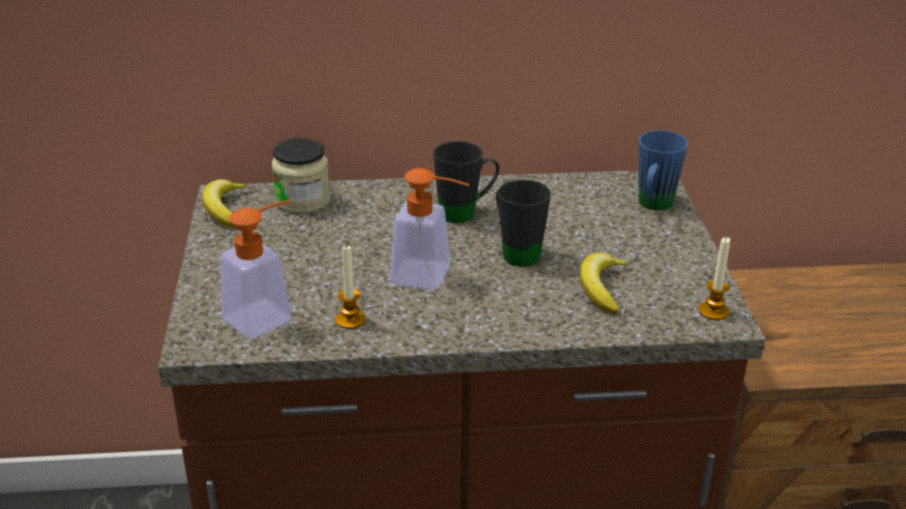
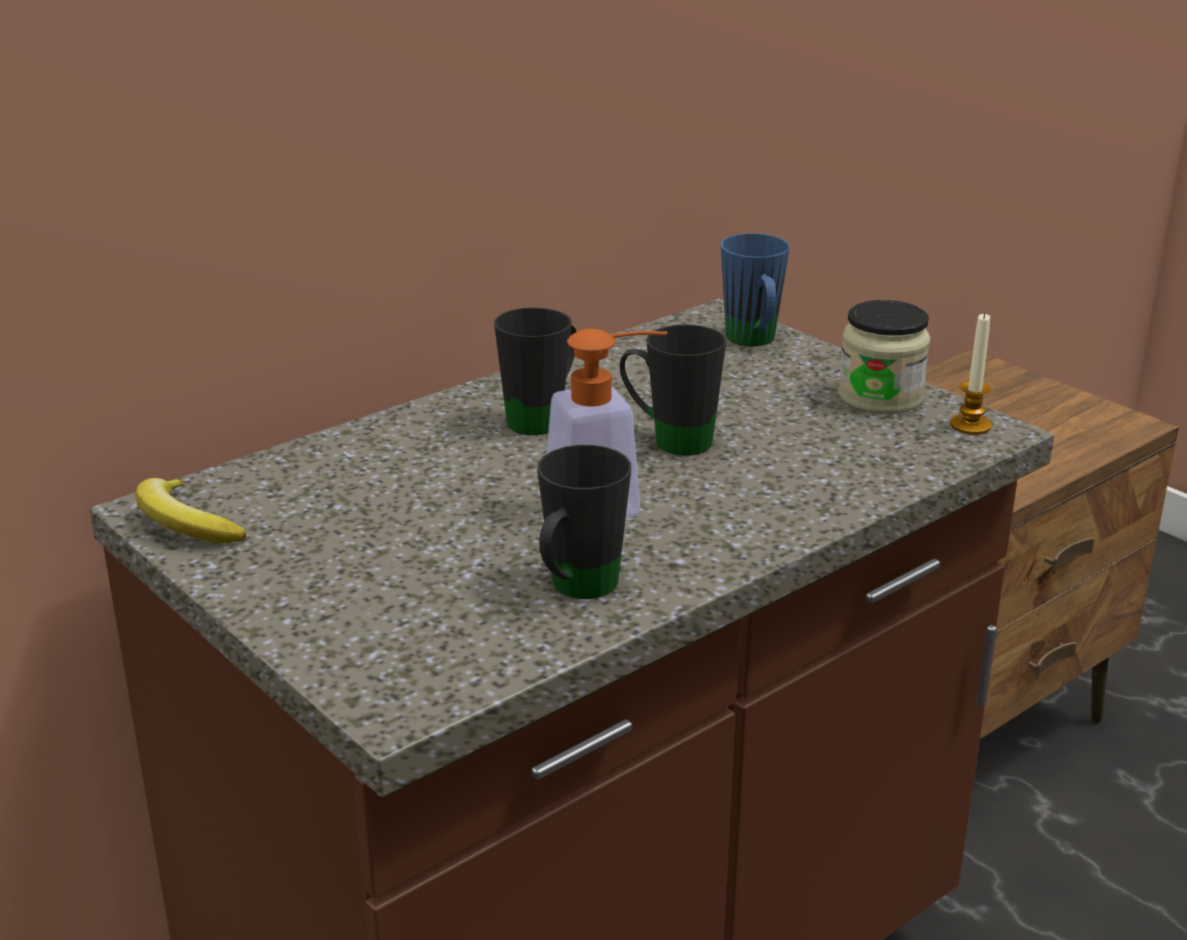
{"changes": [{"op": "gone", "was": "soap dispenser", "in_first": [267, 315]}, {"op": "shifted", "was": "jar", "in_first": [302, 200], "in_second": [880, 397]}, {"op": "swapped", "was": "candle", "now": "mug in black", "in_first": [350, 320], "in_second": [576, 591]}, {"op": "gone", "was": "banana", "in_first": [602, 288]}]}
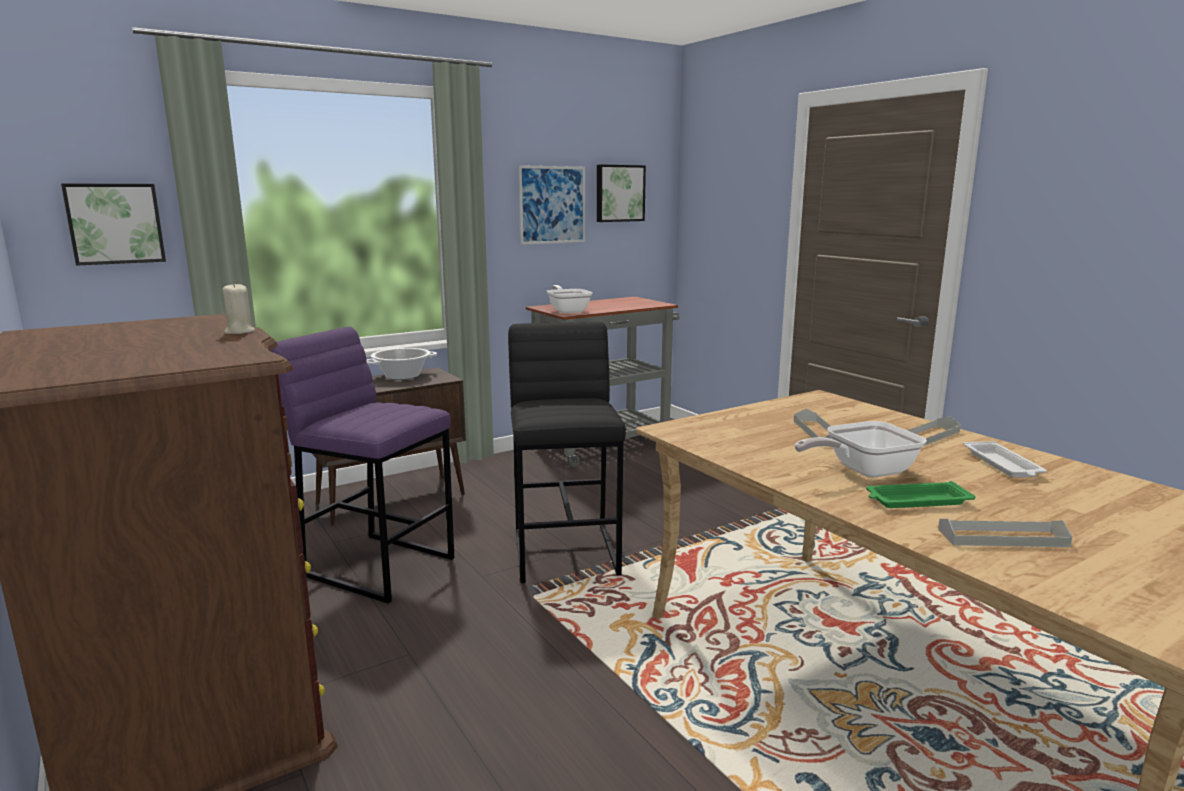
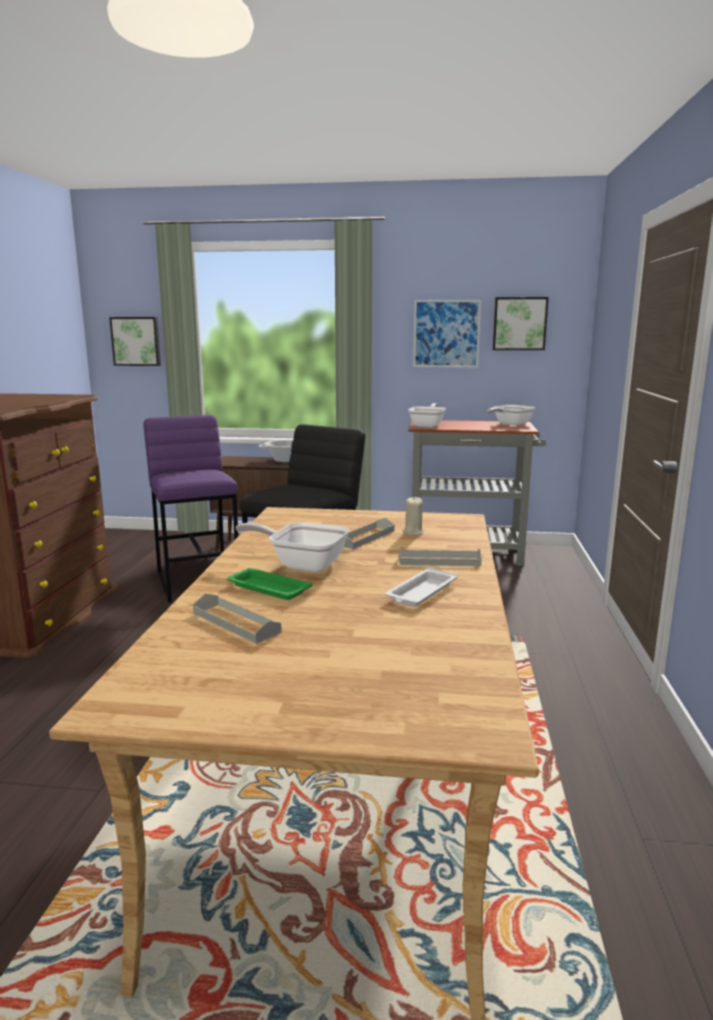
{"changes": [{"op": "shifted", "was": "candle in beige", "in_first": [239, 332], "in_second": [412, 532]}, {"op": "new", "now": "frying pan", "in_second": [510, 424]}]}
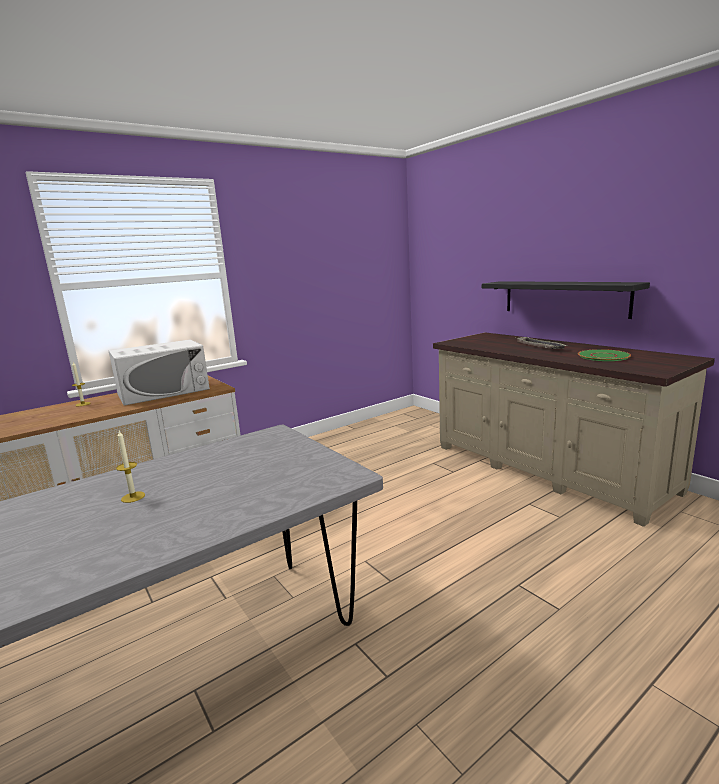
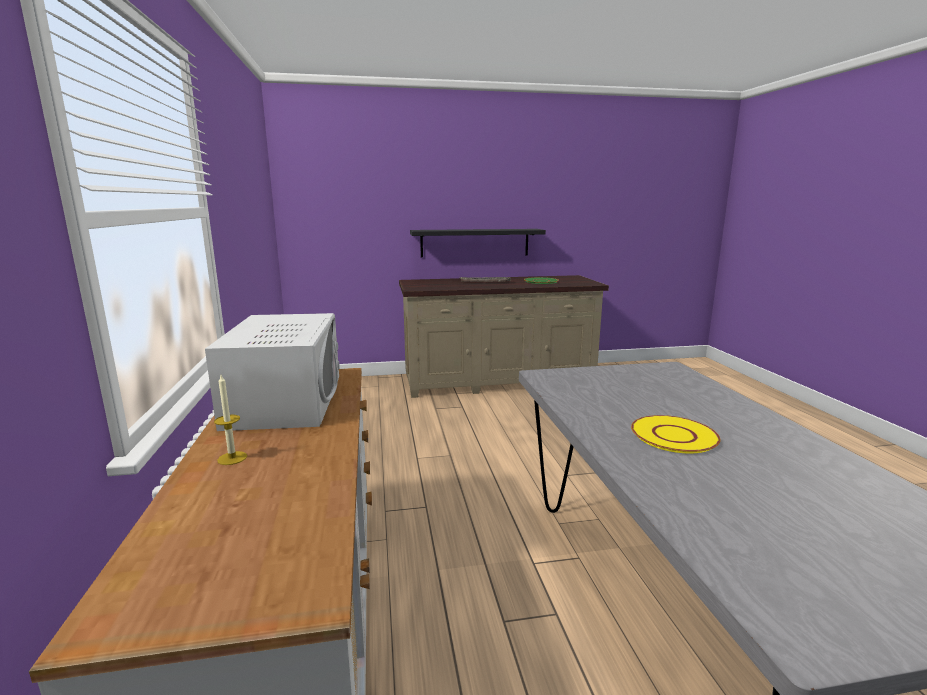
{"changes": [{"op": "swapped", "was": "candle", "now": "plate in yellow", "in_first": [133, 497], "in_second": [673, 435]}]}
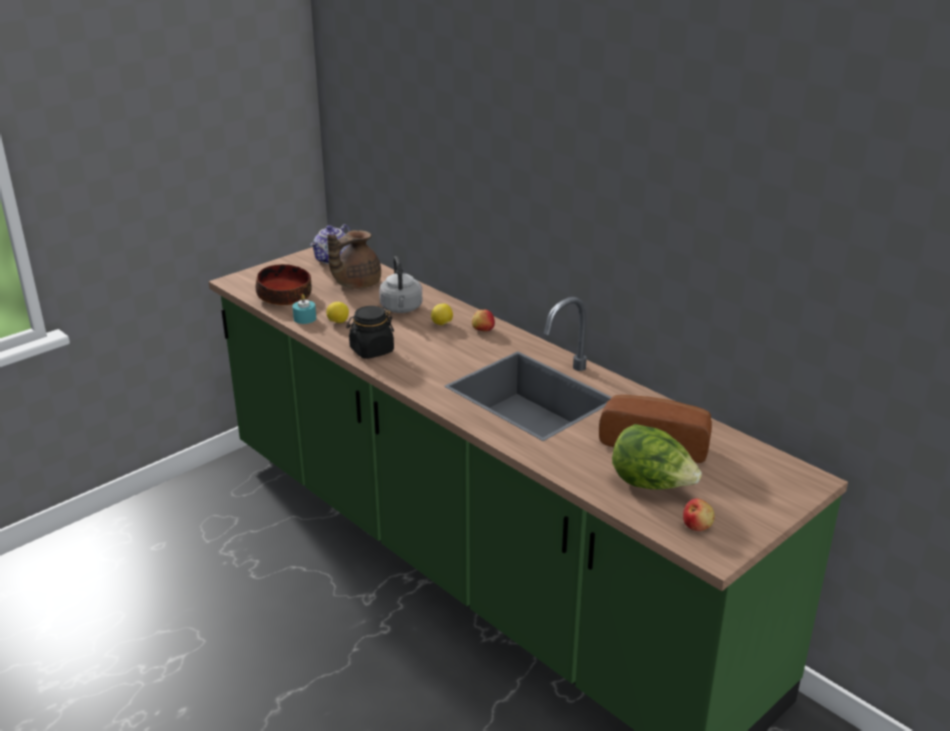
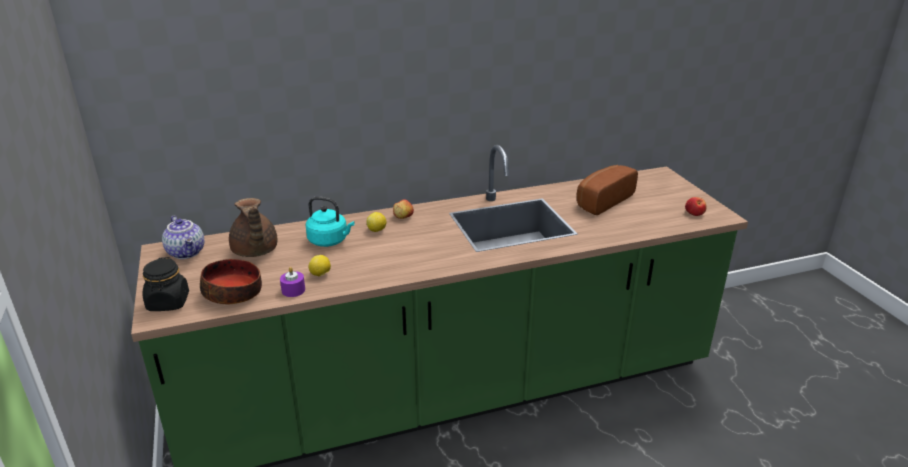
{"changes": [{"op": "repainted", "was": "candle in turquoise", "now": "candle in purple", "in_first": [305, 318], "in_second": [293, 290]}, {"op": "shifted", "was": "jar in black", "in_first": [371, 350], "in_second": [168, 302]}, {"op": "repainted", "was": "kettle in grey", "now": "kettle in turquoise", "in_first": [401, 309], "in_second": [330, 241]}, {"op": "gone", "was": "lettuce", "in_first": [651, 485]}]}
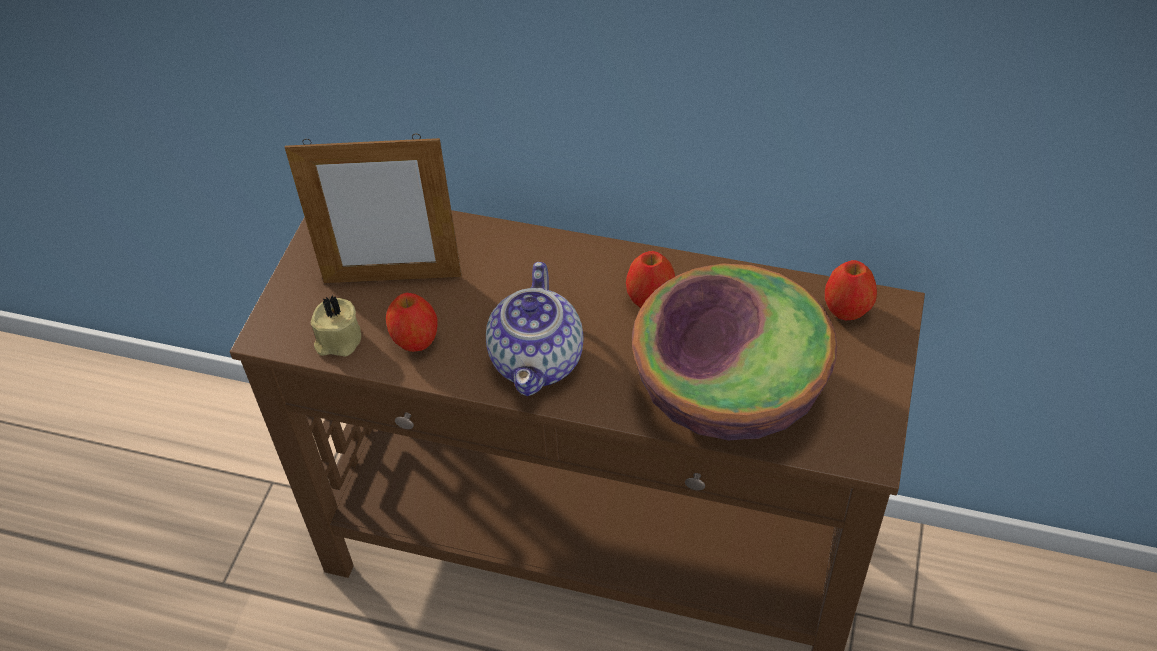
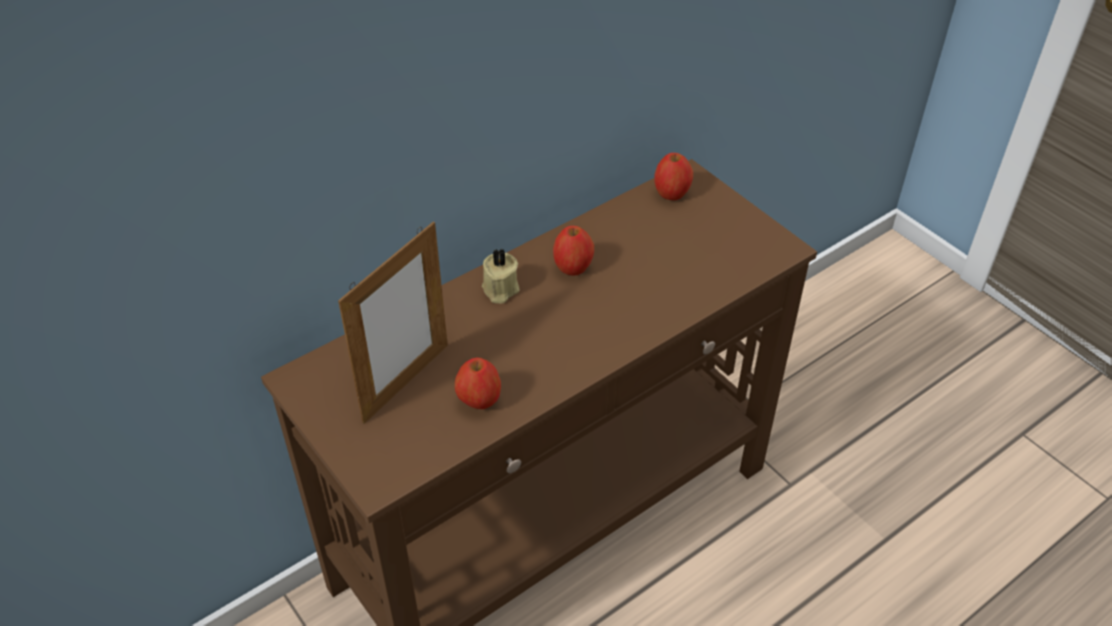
{"changes": [{"op": "shifted", "was": "candle in beige", "in_first": [338, 340], "in_second": [499, 290]}, {"op": "gone", "was": "teapot", "in_first": [539, 362]}, {"op": "gone", "was": "bowl", "in_first": [729, 390]}]}
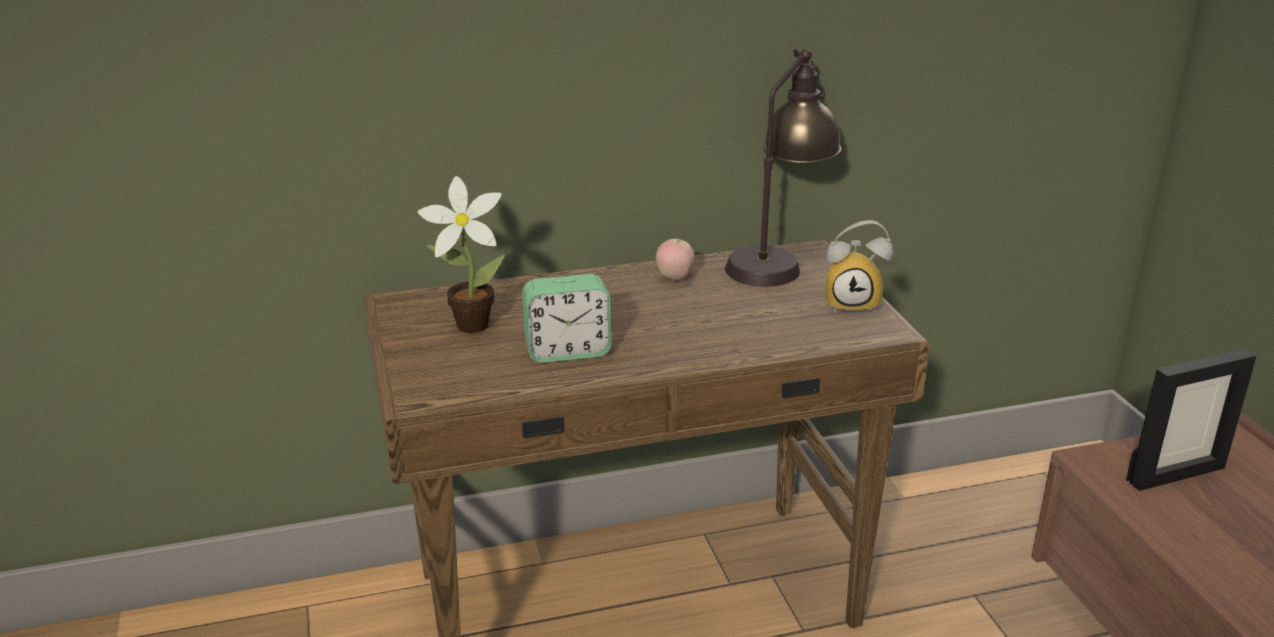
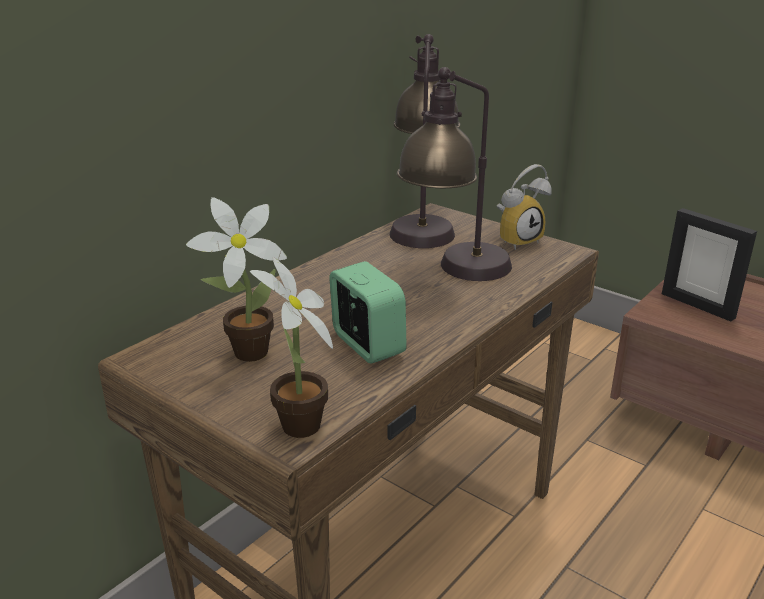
{"changes": [{"op": "rotated", "was": "alarm clock", "in_first": [567, 351], "in_second": [367, 345], "clockwise": -75}, {"op": "gone", "was": "apple", "in_first": [674, 278]}, {"op": "rotated", "was": "picture frame", "in_first": [1175, 474], "in_second": [698, 305], "clockwise": 105}, {"op": "new", "now": "potted plant", "in_second": [298, 430]}, {"op": "new", "now": "table lamp", "in_second": [455, 273]}]}
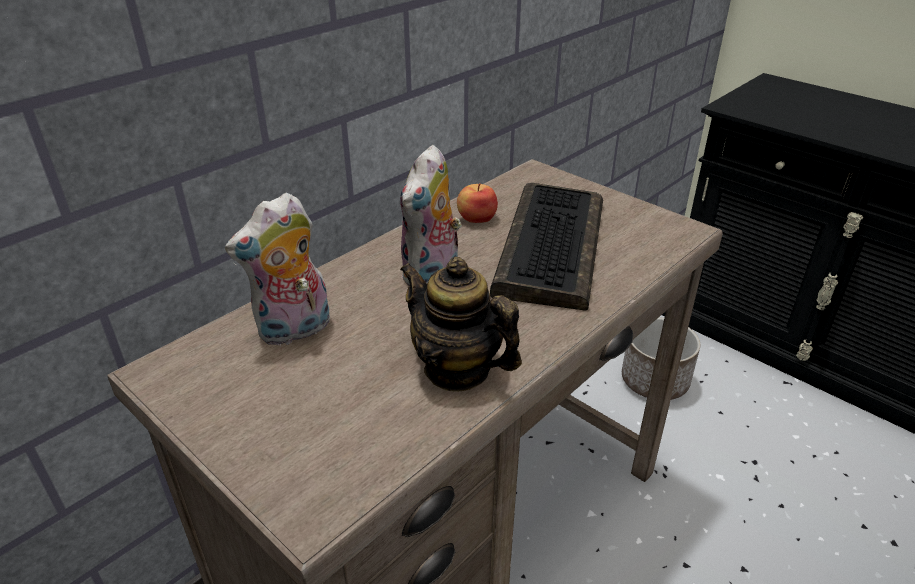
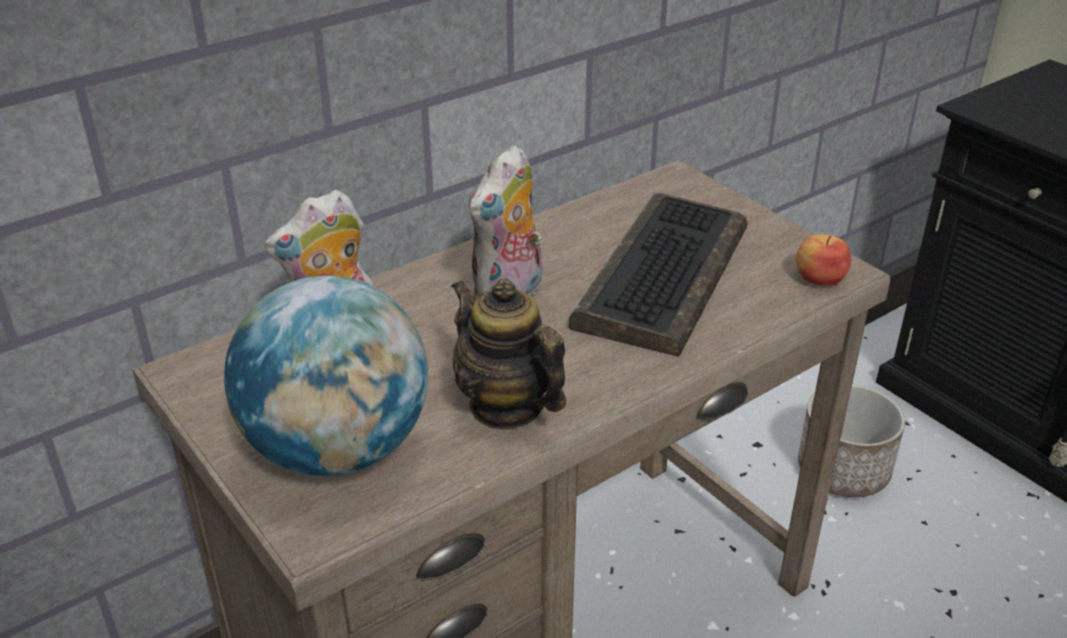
{"changes": [{"op": "shifted", "was": "apple", "in_first": [476, 218], "in_second": [819, 278]}, {"op": "new", "now": "globe", "in_second": [337, 450]}]}
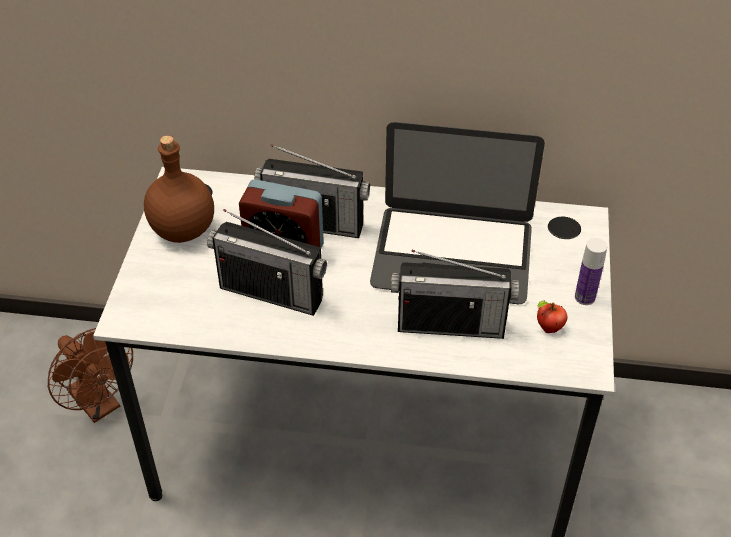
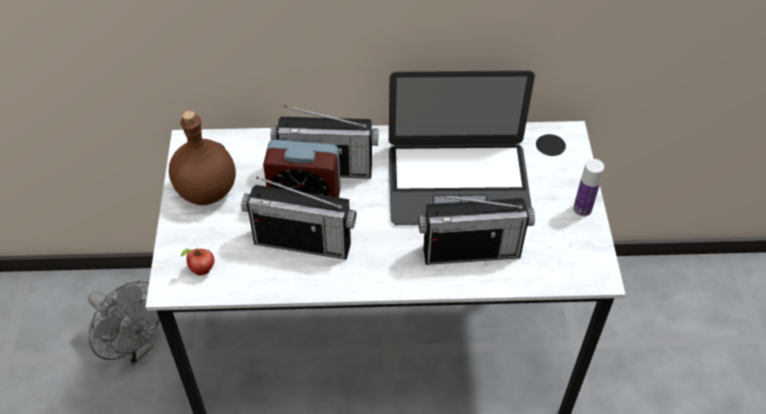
{"changes": [{"op": "repainted", "was": "fan in brown", "now": "fan in grey", "in_first": [99, 405], "in_second": [134, 348]}, {"op": "shifted", "was": "apple", "in_first": [548, 329], "in_second": [201, 271]}]}
